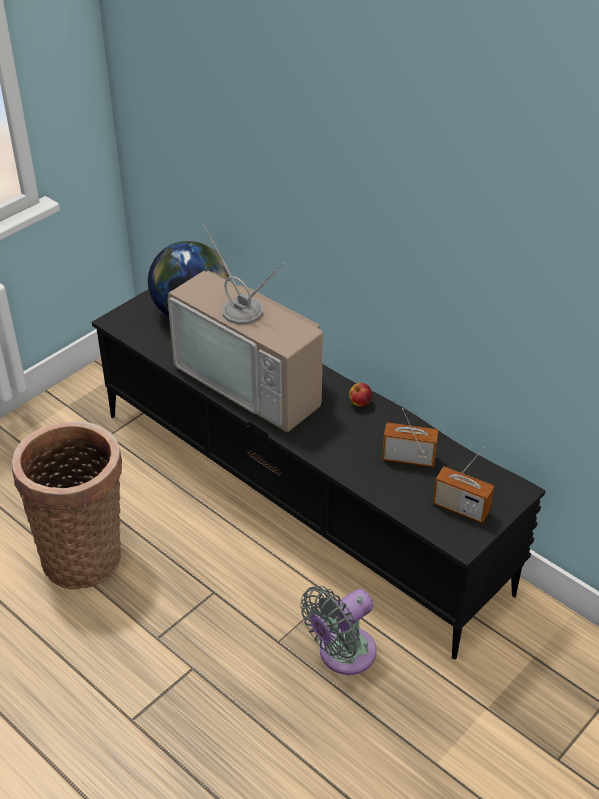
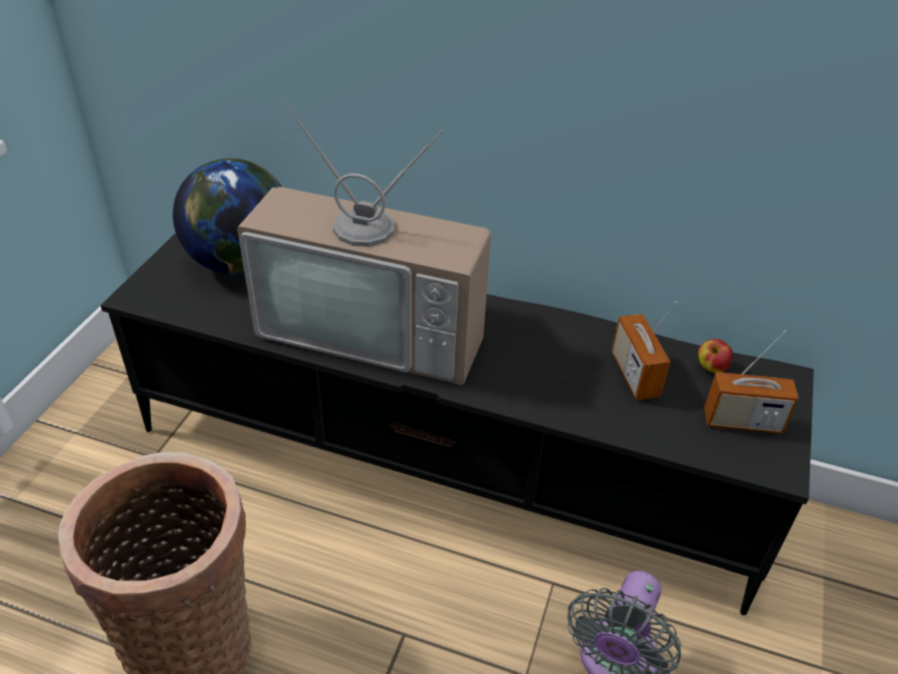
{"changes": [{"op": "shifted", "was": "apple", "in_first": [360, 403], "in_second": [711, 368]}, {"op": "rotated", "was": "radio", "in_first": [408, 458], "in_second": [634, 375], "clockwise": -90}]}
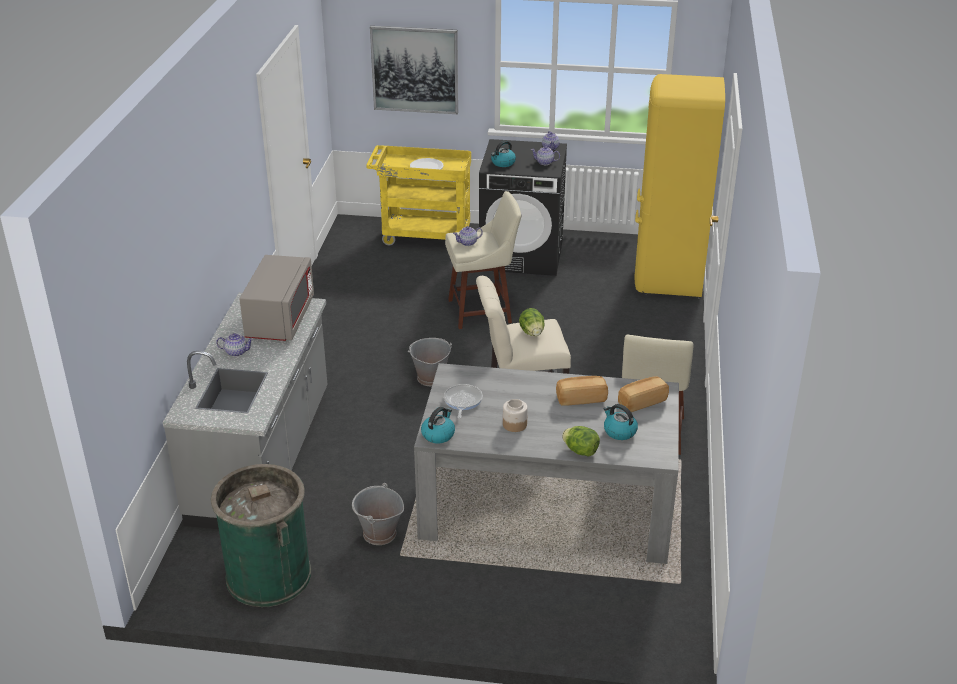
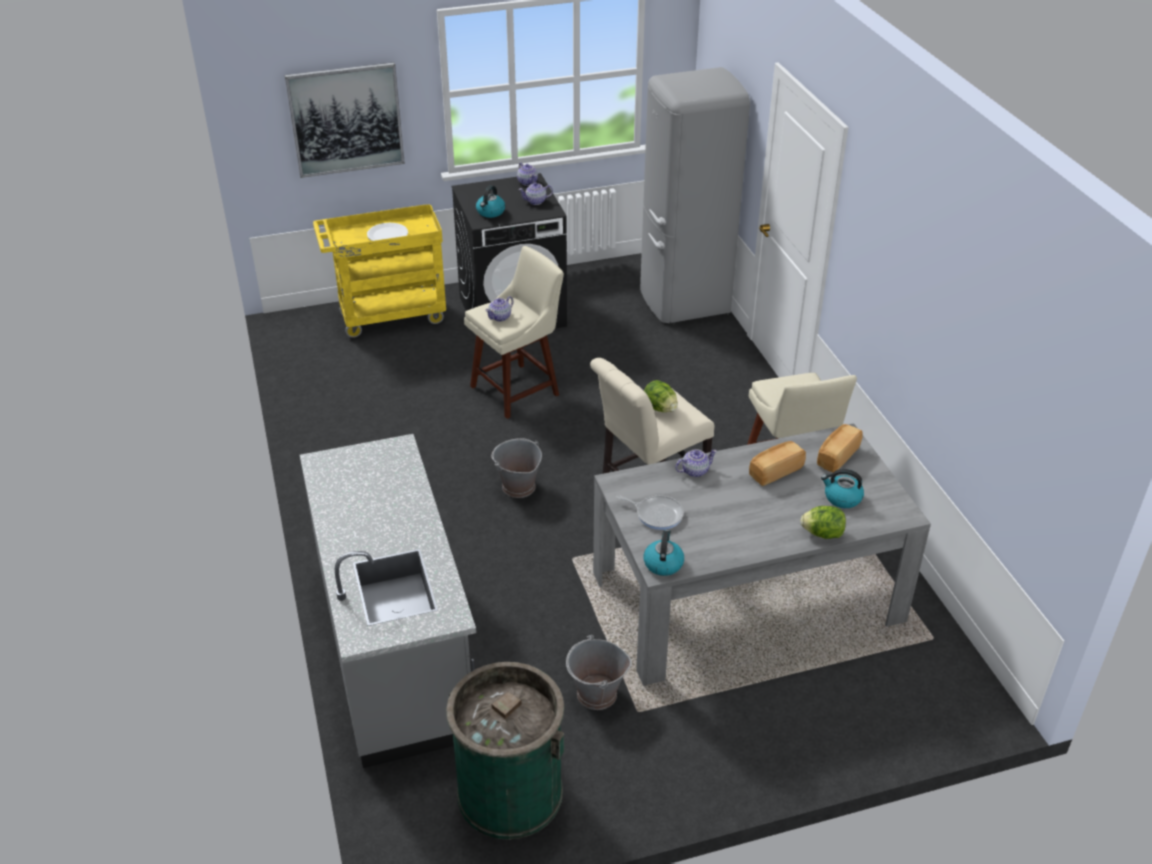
{"changes": [{"op": "shifted", "was": "teapot", "in_first": [236, 352], "in_second": [694, 471]}, {"op": "gone", "was": "microwave in grey", "in_first": [280, 319]}, {"op": "rotated", "was": "frying pan", "in_first": [462, 401], "in_second": [657, 514], "clockwise": 135}, {"op": "gone", "was": "jar", "in_first": [514, 424]}, {"op": "repainted", "was": "fridge in yellow", "now": "fridge in grey", "in_first": [667, 279], "in_second": [682, 301]}]}
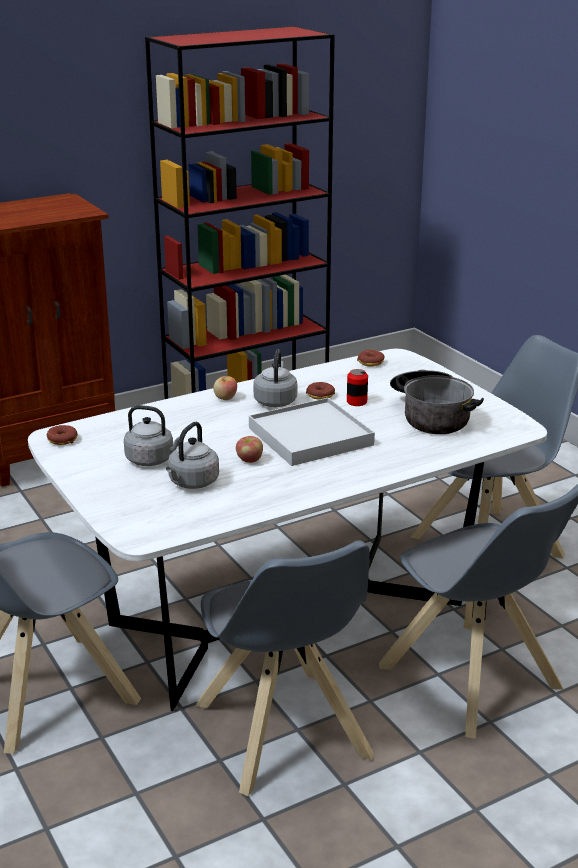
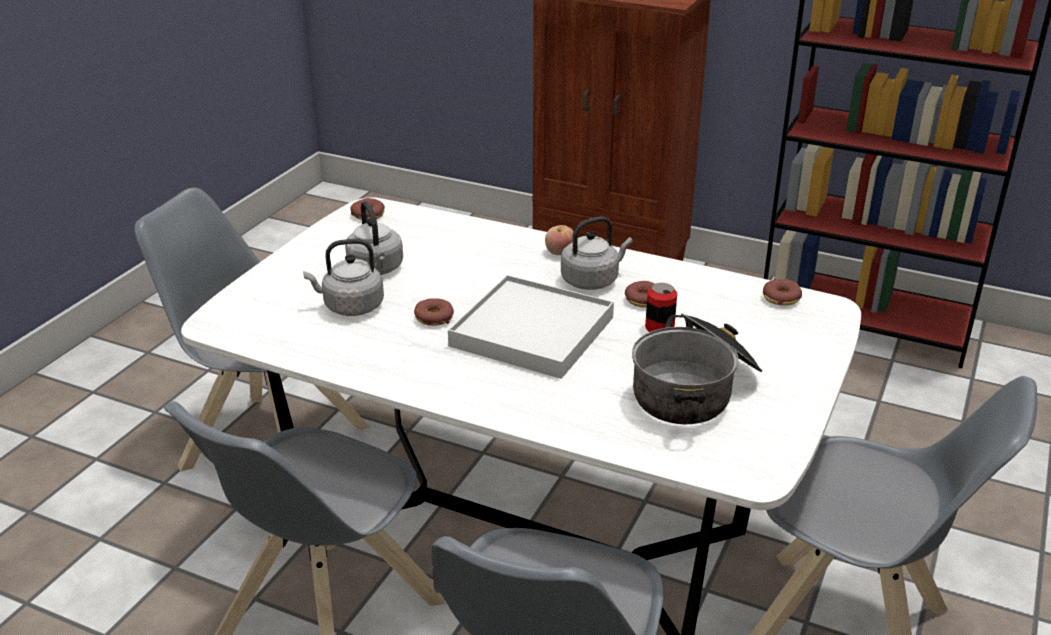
{"changes": [{"op": "swapped", "was": "apple", "now": "donut", "in_first": [249, 460], "in_second": [434, 318]}]}
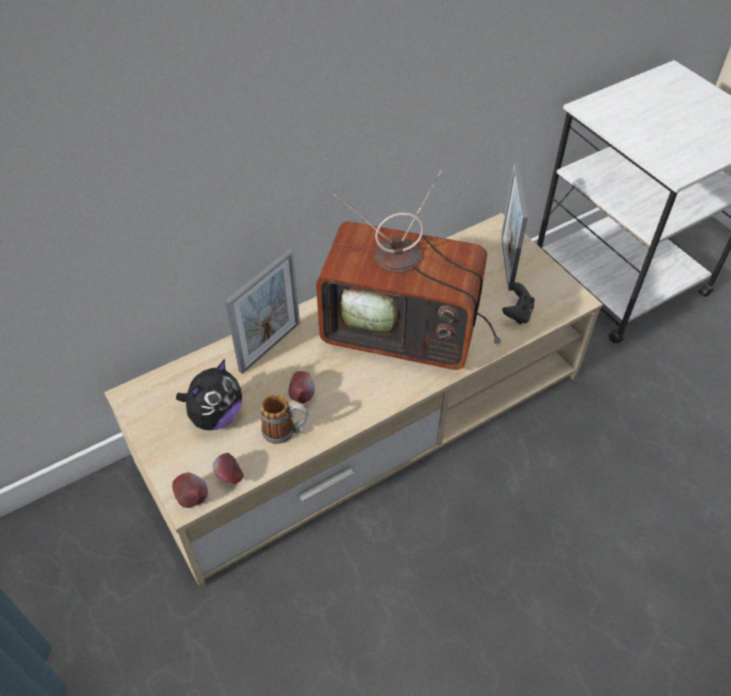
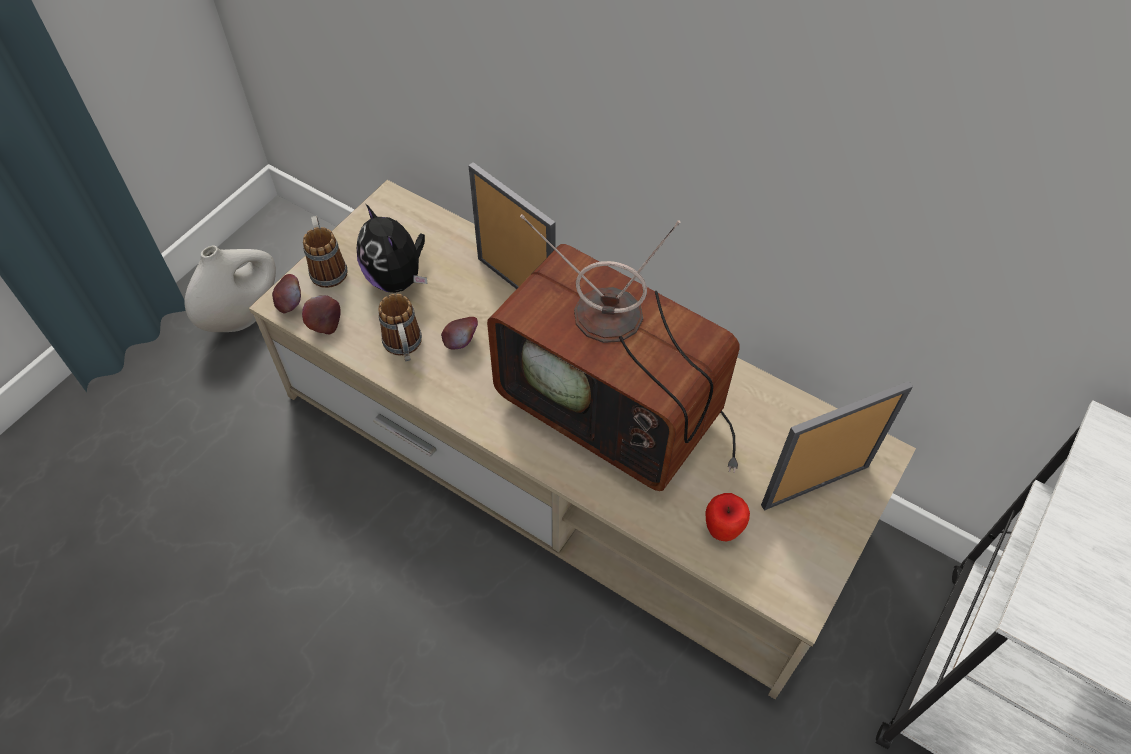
{"changes": [{"op": "rotated", "was": "plush toy", "in_first": [215, 416], "in_second": [397, 279], "clockwise": 45}, {"op": "rotated", "was": "picture frame", "in_first": [270, 347], "in_second": [516, 285], "clockwise": -150}, {"op": "rotated", "was": "television", "in_first": [406, 330], "in_second": [617, 408], "clockwise": -45}, {"op": "swapped", "was": "game controller in black", "now": "apple", "in_first": [517, 314], "in_second": [722, 530]}, {"op": "new", "now": "vase in white", "in_second": [244, 315]}, {"op": "new", "now": "mug", "in_second": [327, 268]}]}
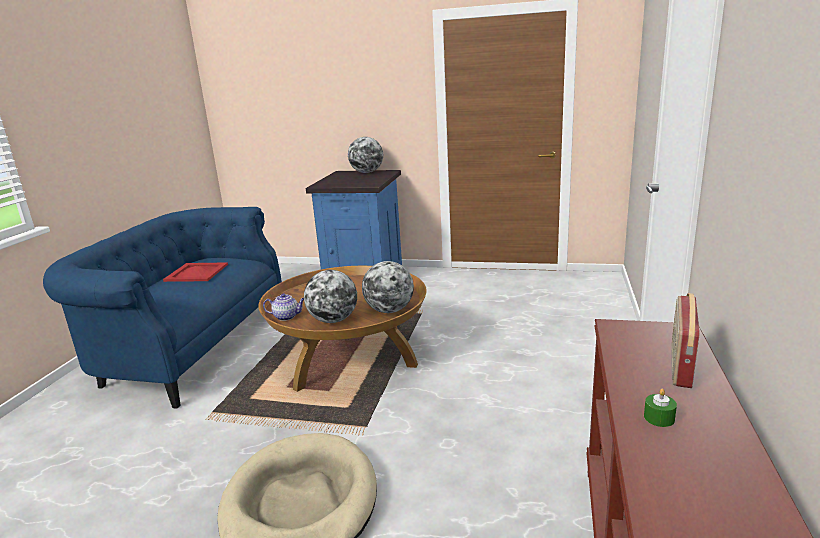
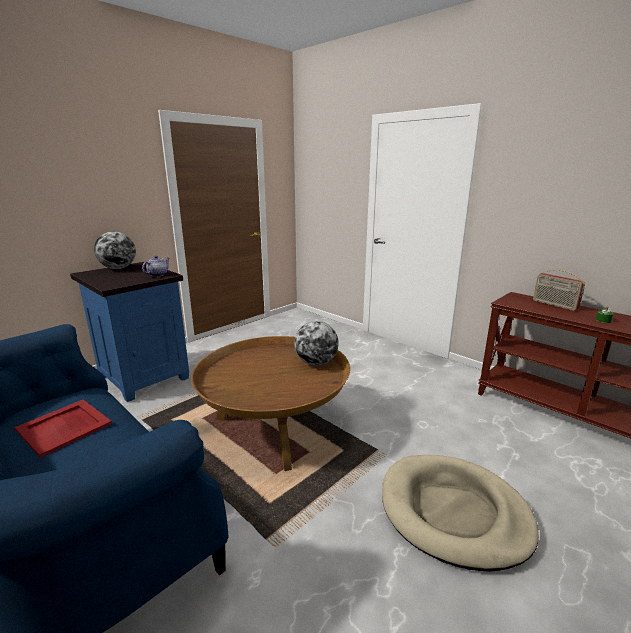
{"changes": [{"op": "shifted", "was": "teapot", "in_first": [287, 316], "in_second": [158, 274]}, {"op": "gone", "was": "globe", "in_first": [333, 320]}]}
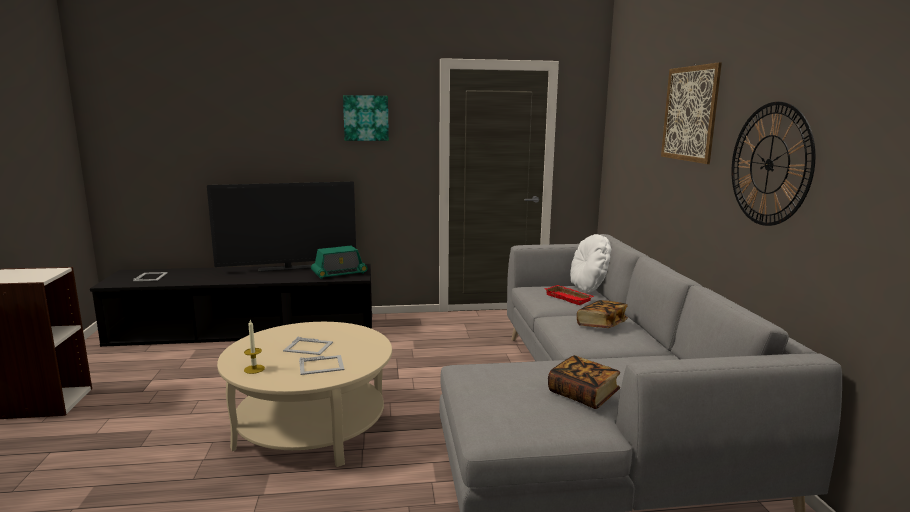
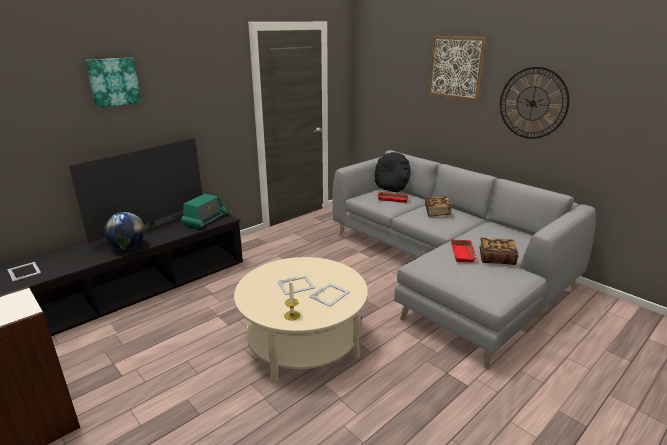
{"changes": [{"op": "shifted", "was": "picture", "in_first": [366, 118], "in_second": [113, 82]}, {"op": "repainted", "was": "pillow in white", "now": "pillow in black", "in_first": [588, 288], "in_second": [391, 189]}, {"op": "new", "now": "globe", "in_second": [128, 247]}, {"op": "new", "now": "tray in red", "in_second": [464, 254]}]}
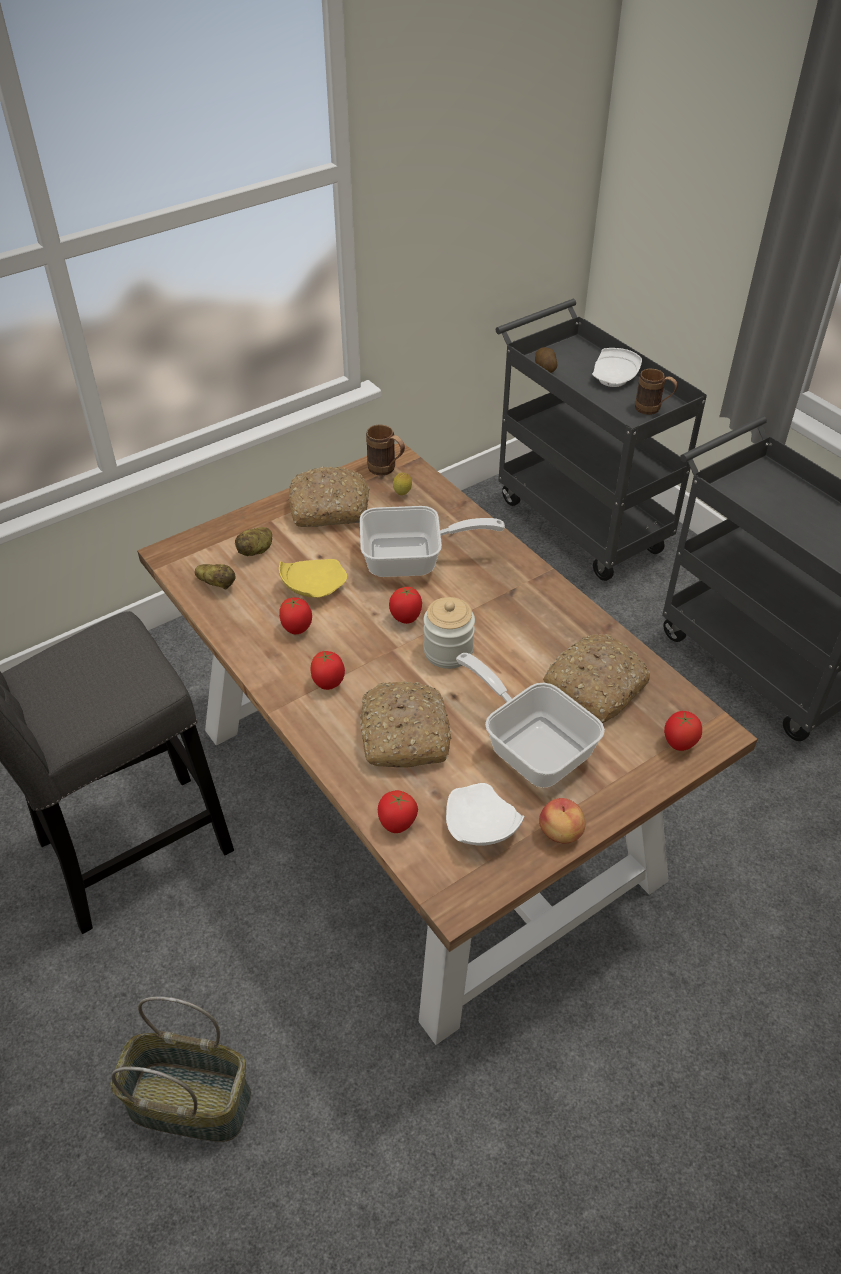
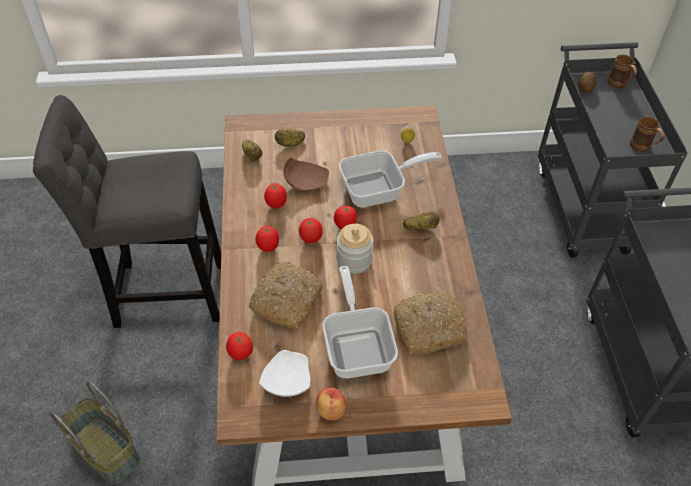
{"changes": [{"op": "repainted", "was": "plate in yellow", "now": "plate in brown", "in_first": [312, 587], "in_second": [305, 181]}, {"op": "gone", "was": "bread", "in_first": [330, 507]}, {"op": "rotated", "was": "frying pan", "in_first": [413, 560], "in_second": [379, 190], "clockwise": -45}, {"op": "shifted", "was": "mug in brown", "in_first": [386, 470], "in_second": [619, 85]}, {"op": "gone", "was": "plate in white", "in_first": [614, 377]}, {"op": "shifted", "was": "tomato", "in_first": [678, 744], "in_second": [311, 239]}, {"op": "new", "now": "potato", "in_second": [420, 227]}]}
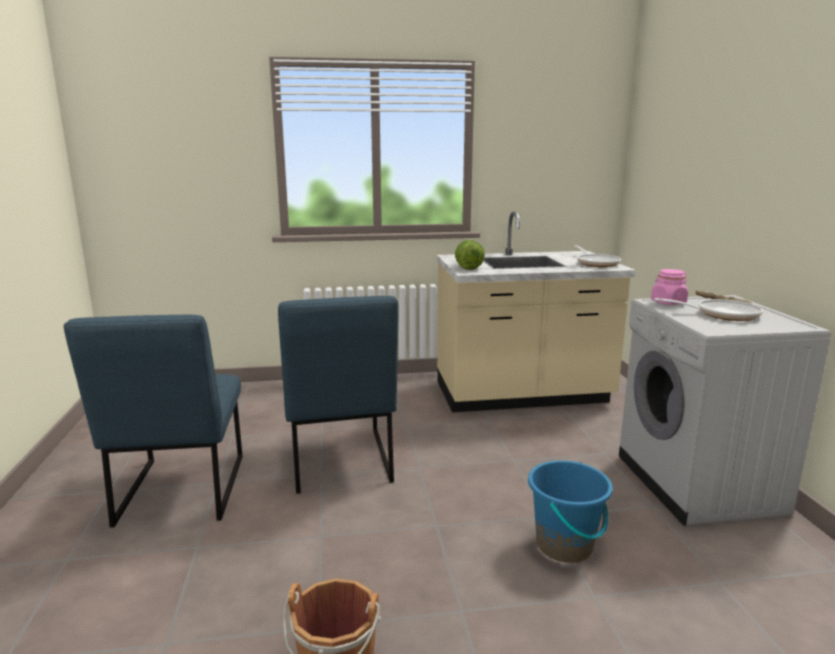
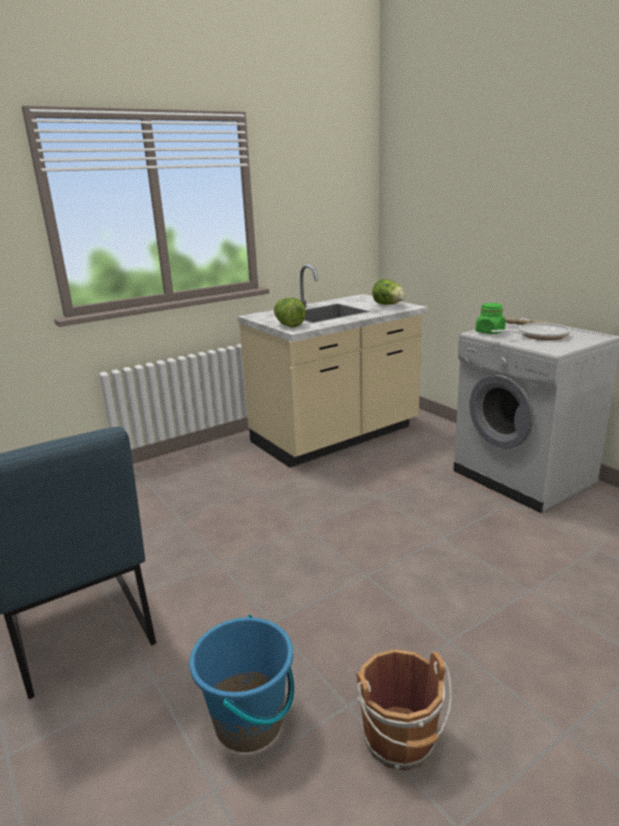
{"changes": [{"op": "gone", "was": "chair in blue", "in_first": [339, 461]}, {"op": "shifted", "was": "bucket in blue", "in_first": [565, 546], "in_second": [249, 723]}, {"op": "swapped", "was": "frying pan", "now": "lettuce", "in_first": [596, 263], "in_second": [389, 305]}, {"op": "repainted", "was": "jar in pink", "now": "jar in green", "in_first": [668, 302], "in_second": [490, 332]}]}
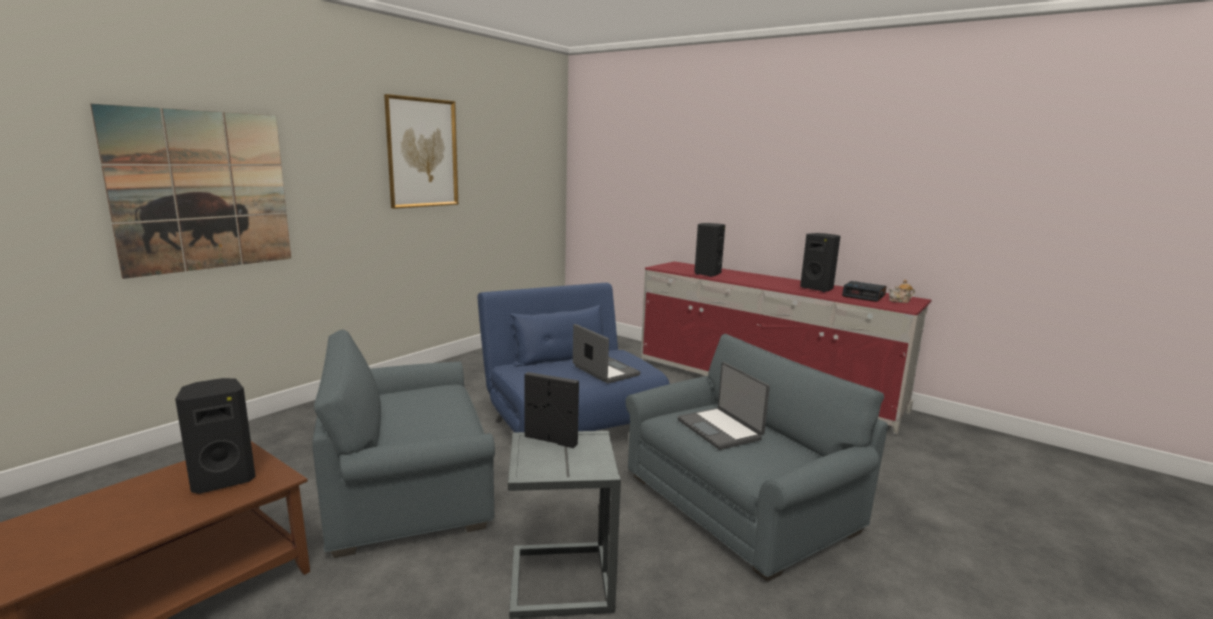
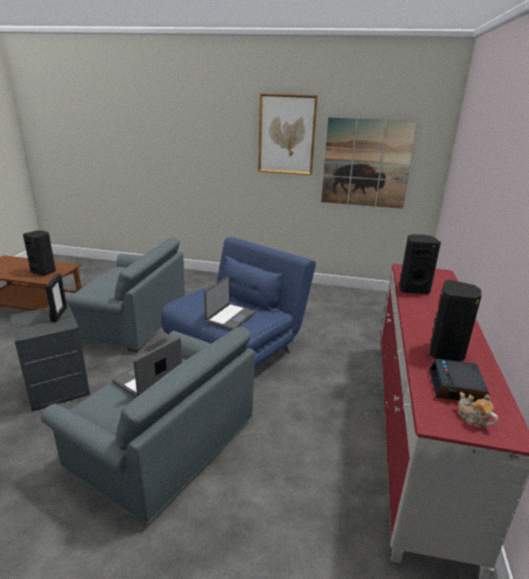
{"changes": [{"op": "shifted", "was": "picture", "in_first": [203, 191], "in_second": [366, 163]}, {"op": "rotated", "was": "armchair in grey", "in_first": [407, 486], "in_second": [130, 321], "clockwise": 150}]}
